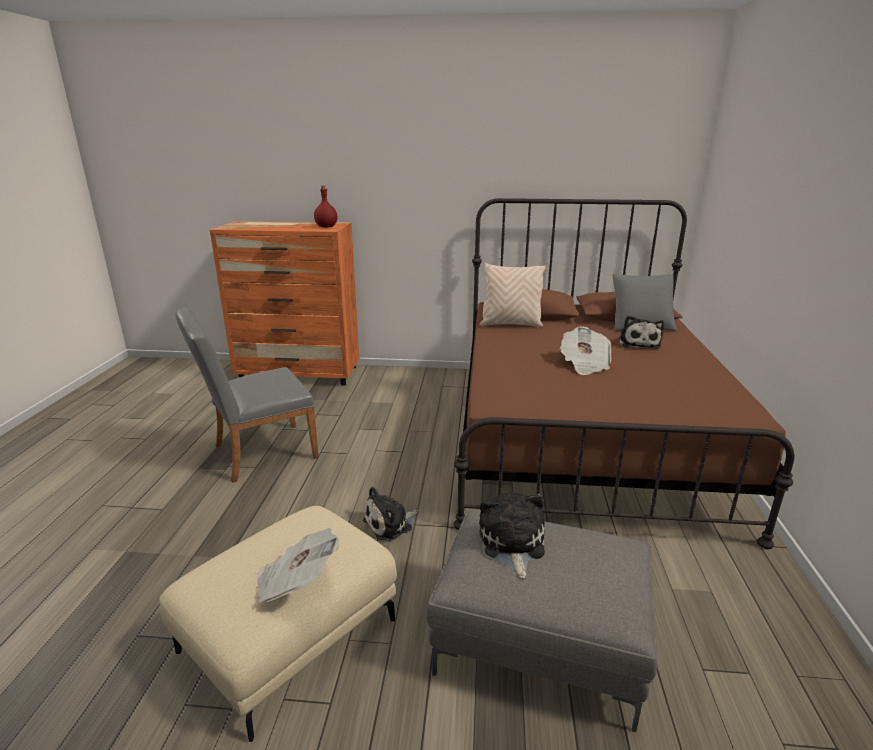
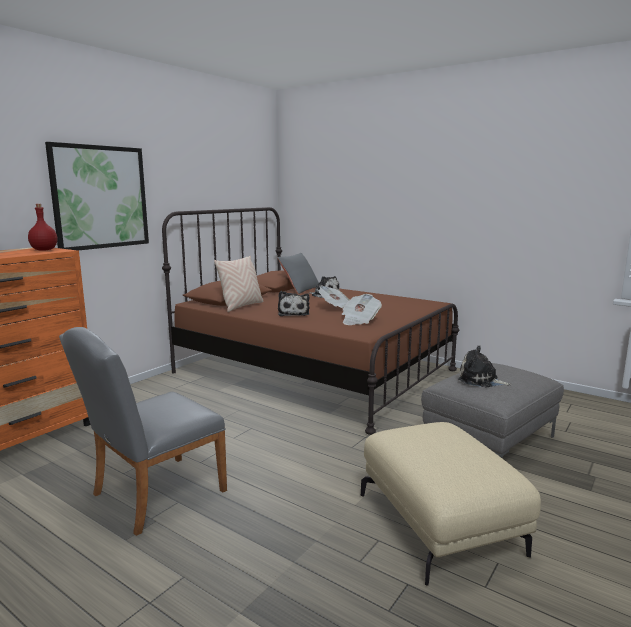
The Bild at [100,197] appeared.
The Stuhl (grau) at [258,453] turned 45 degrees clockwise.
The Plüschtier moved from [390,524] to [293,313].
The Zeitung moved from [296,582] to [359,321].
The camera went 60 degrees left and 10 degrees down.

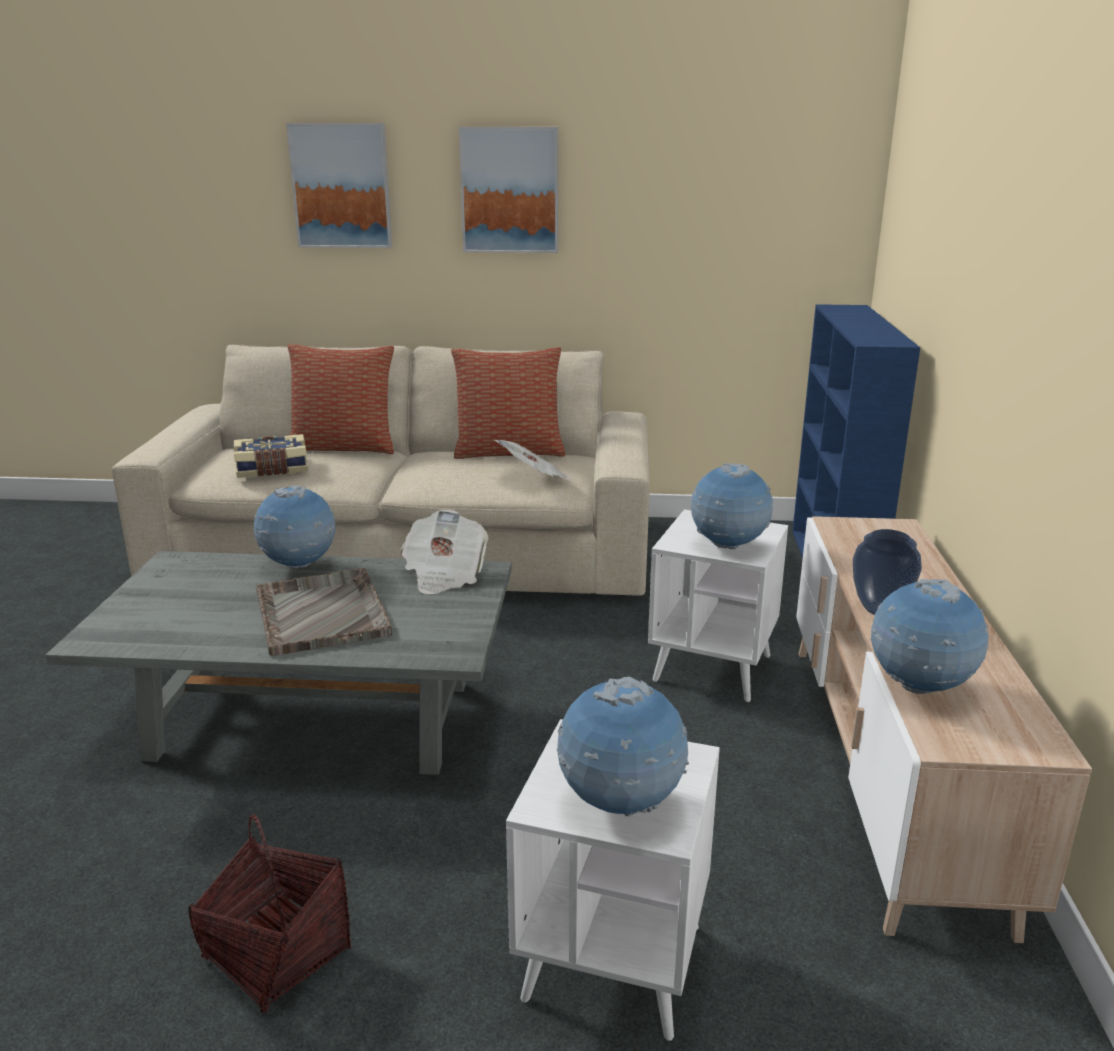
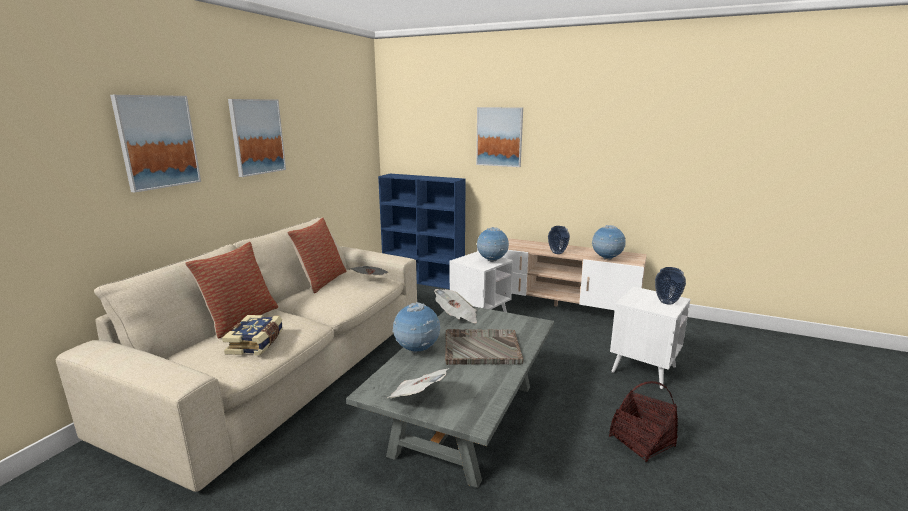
The Zeitung at [418,397] appeared.
The Bild at [499,137] appeared.
The Globus at [620,805] was replaced by the Vase at [666,302].
The camera went 70 degrees left and 5 degrees down.

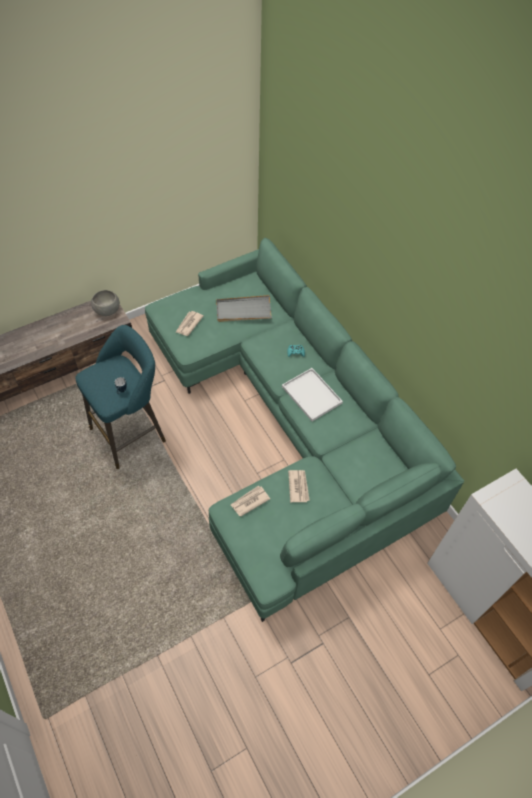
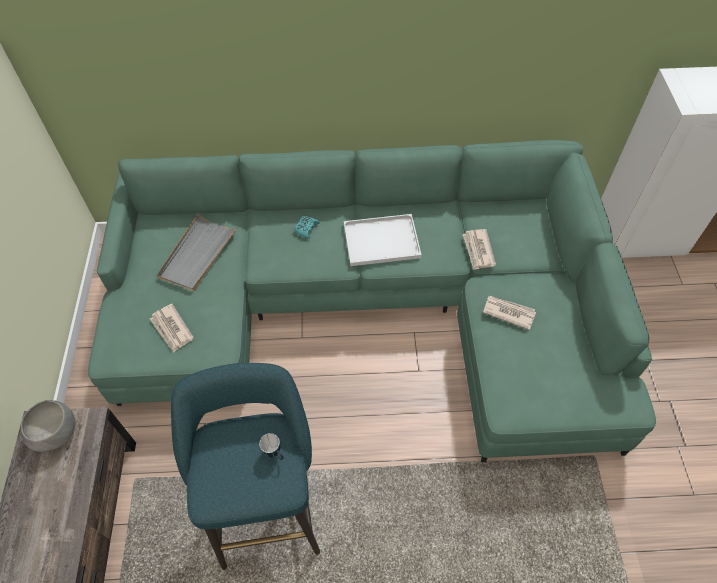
The Zeitung moved from [249,501] to [478,250].
The camera went 60 degrees left and 0 degrees up.

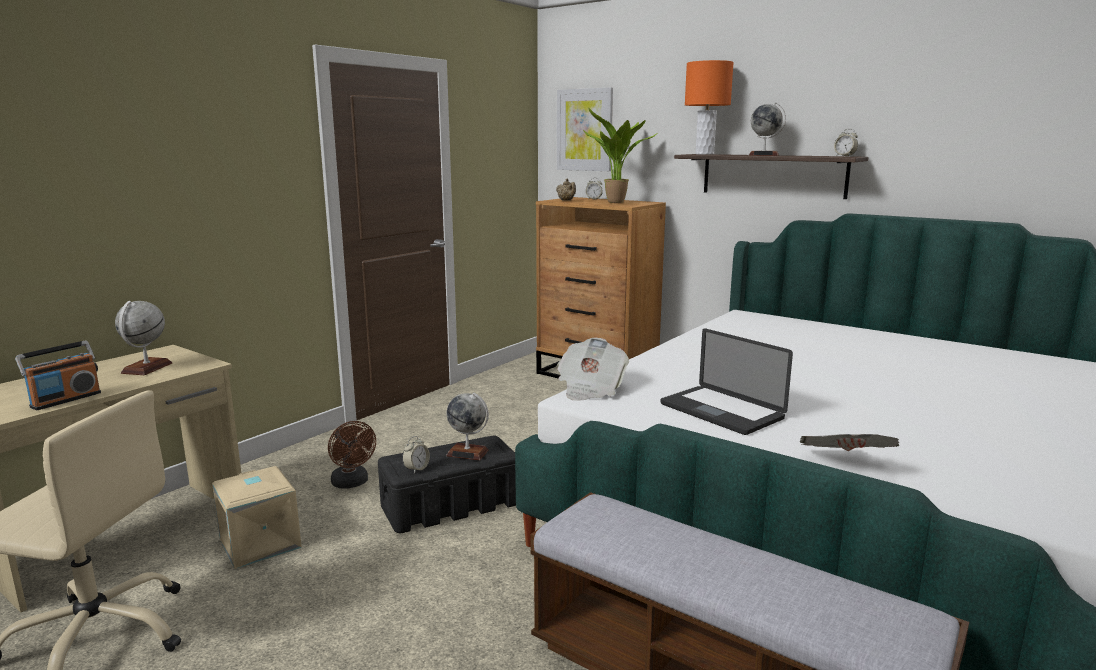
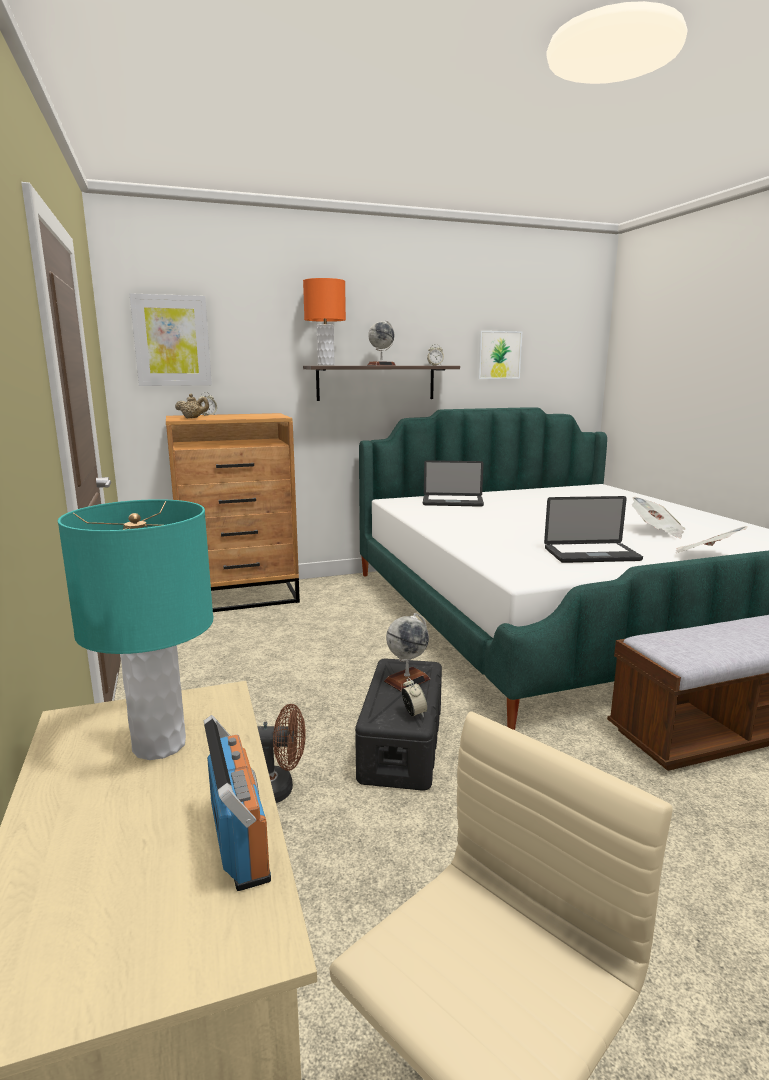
The Globus at [147,368] was replaced by the Tischlampe (türkis) at [159,745].
The Laptop at [452,502] appeared.
The Bild at [499,355] appeared.
The Zeitung moved from [590,388] to [657,531].
The Aufbewahrungsbox (beige) at [258,543] disappeared.
The Topfpflanze at [616,202] disappeared.
The camera went 55 degrees left and 0 degrees up.

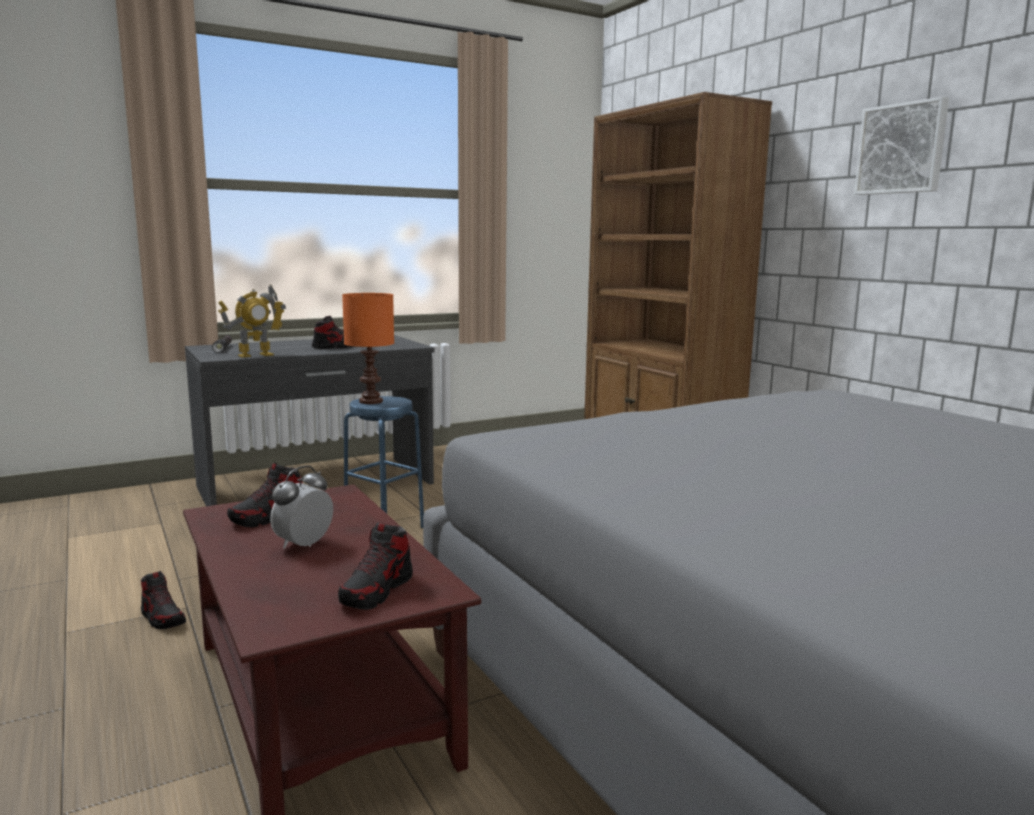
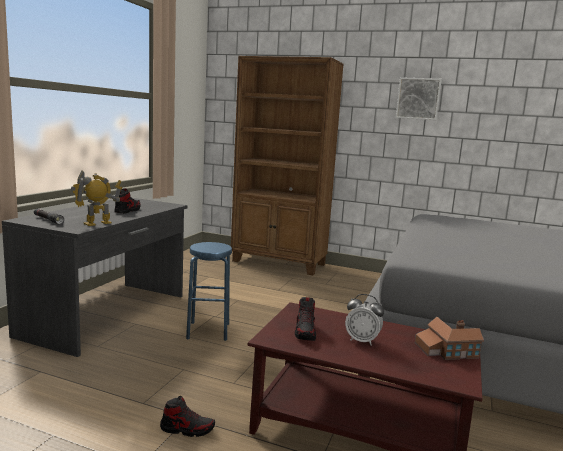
The Spielzeugroboter at [255,355] turned 150 degrees counterclockwise.
The Wecker at [304,545] turned 60 degrees counterclockwise.
The Schuh at [377,591] was replaced by the Spielzeughaus at [446,351].
The Tischlampe (orange) at [372,401] disappeared.
The camera went 40 degrees left and 0 degrees up.

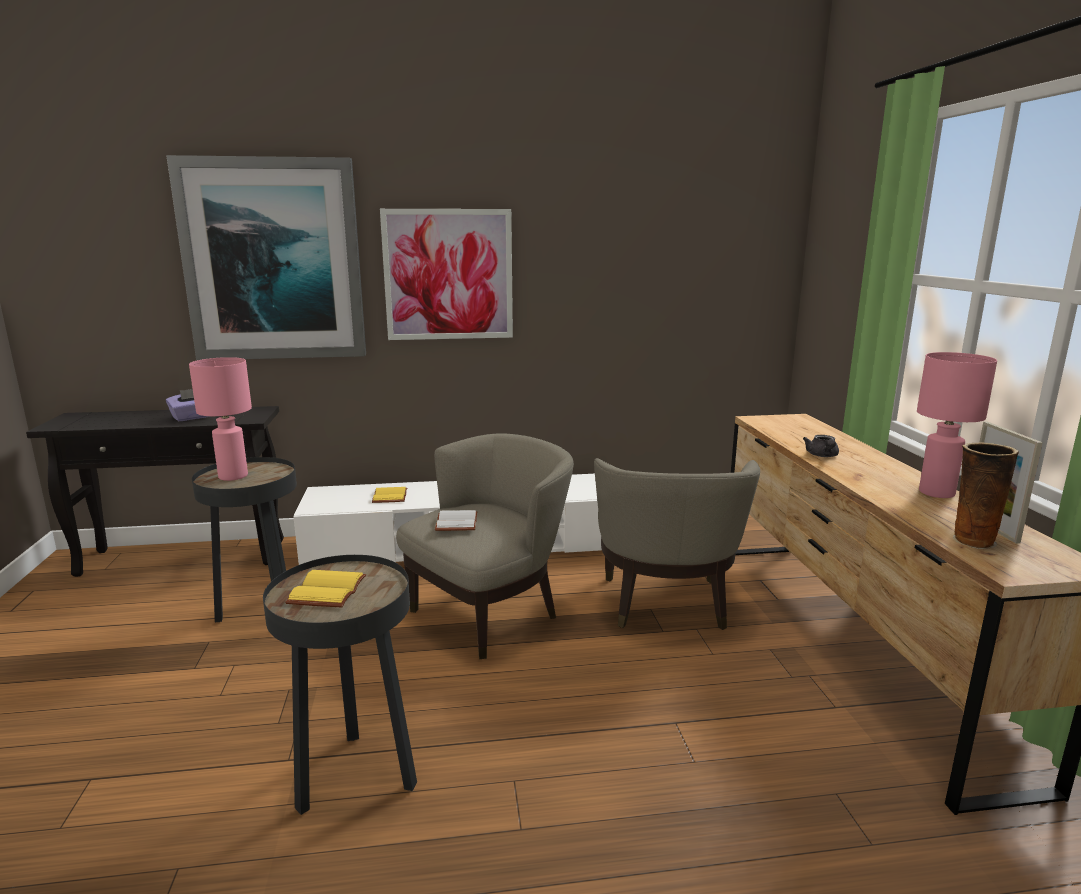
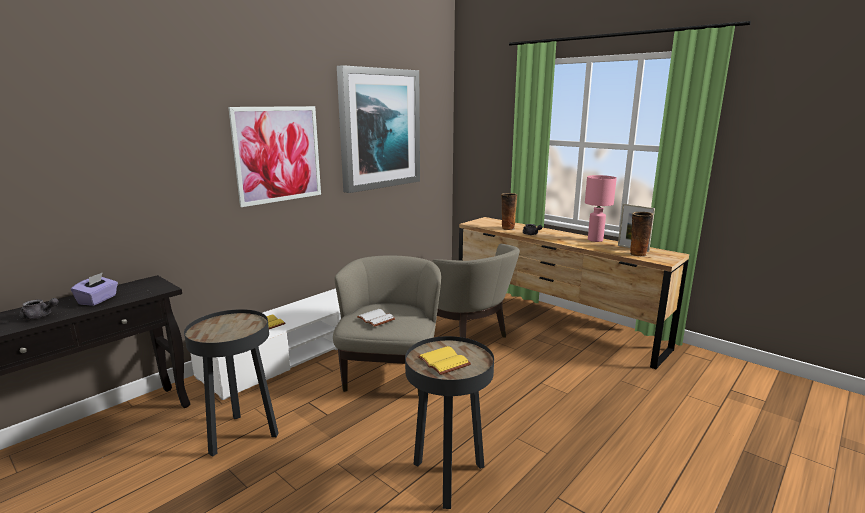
The Teekanne (grau) at [39,316] appeared.
The Bild moved from [274,260] to [379,129].
The Vase at [507,228] appeared.
The Tischlampe (rosa) at [233,476] disappeared.
The camera went 40 degrees left and 0 degrees up.

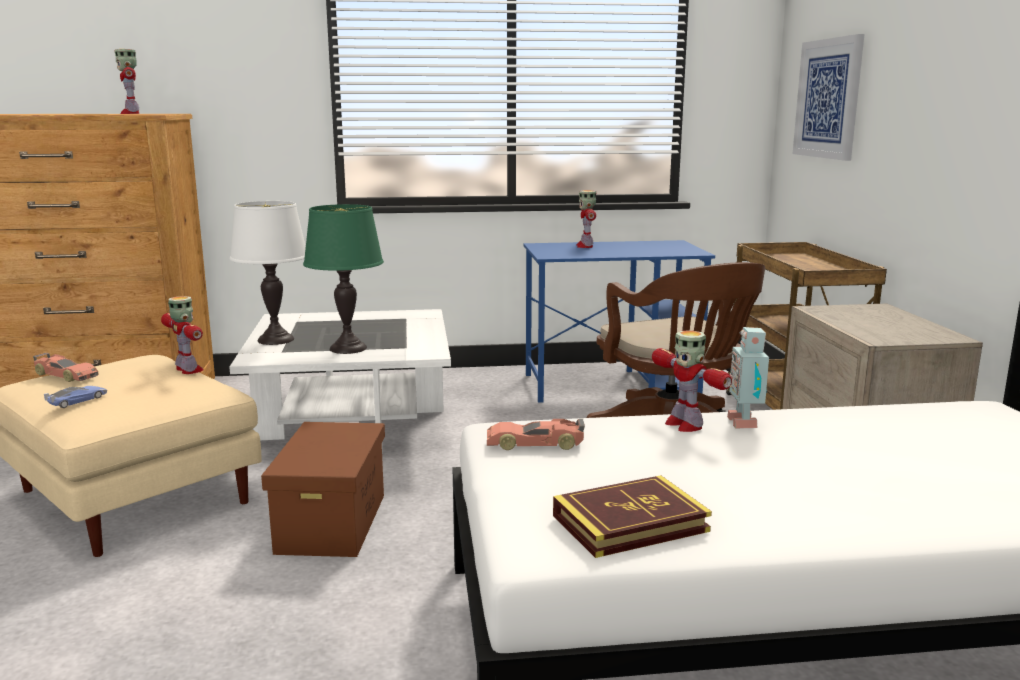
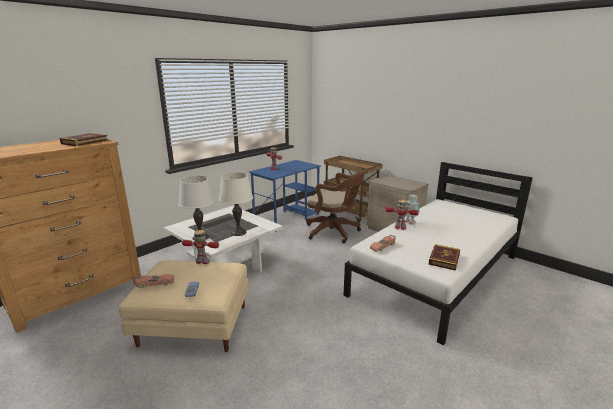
The Spielzeugroboter at [131,113] was replaced by the Buch at [85,142].
The Tischlampe (grün) at [348,348] became the Tischlampe (weiß) at [238,232].
The Aufbewahrungsbox (braun) at [331,522] disappeared.
The Bild at [828,98] disappeared.
The camera went 40 degrees left and 5 degrees up.

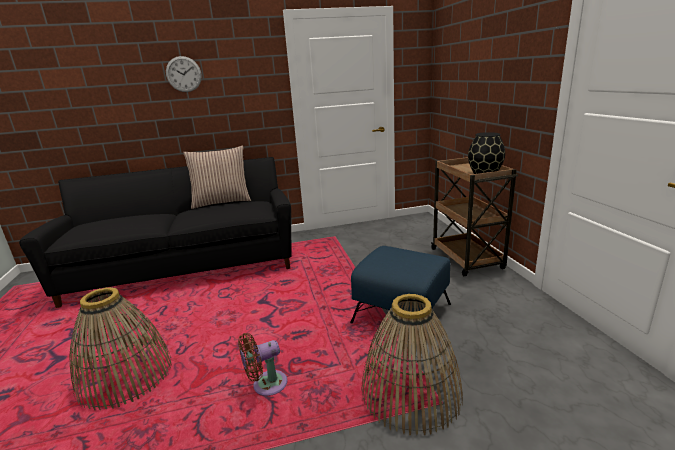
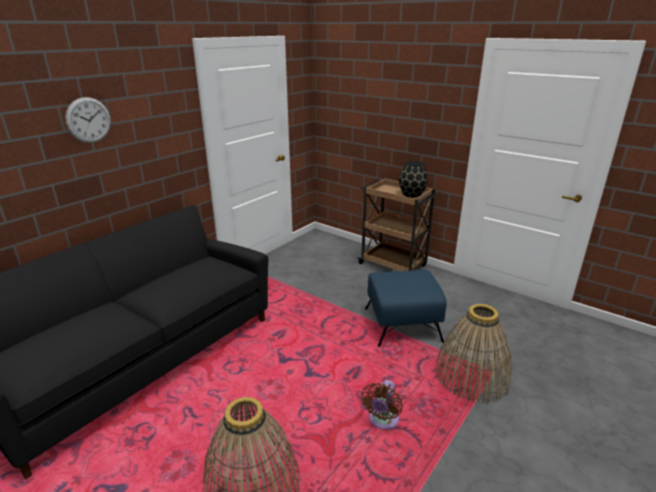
The Kissen at [222,202] disappeared.
The camera went 40 degrees left and 5 degrees up.

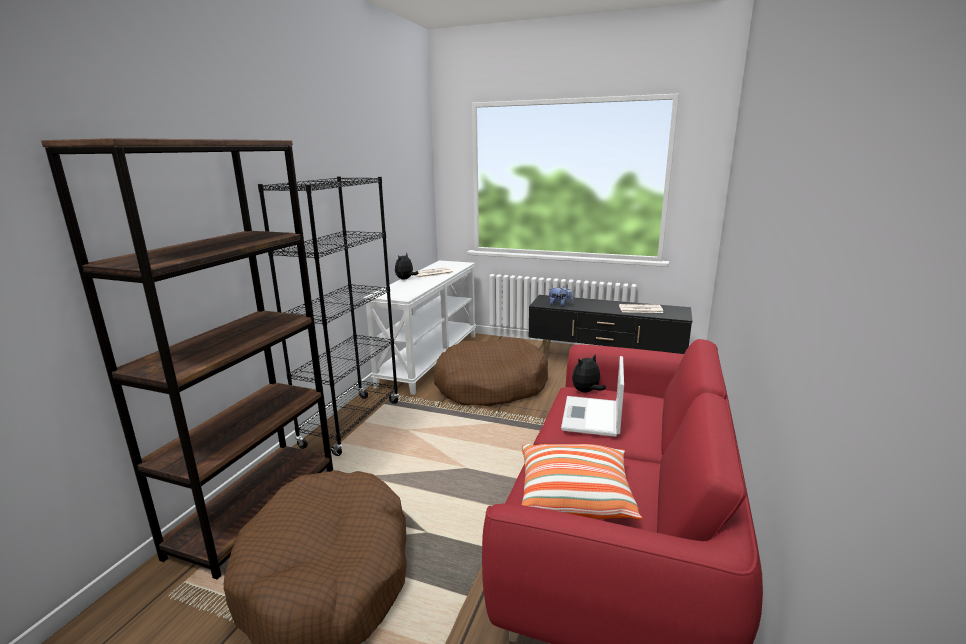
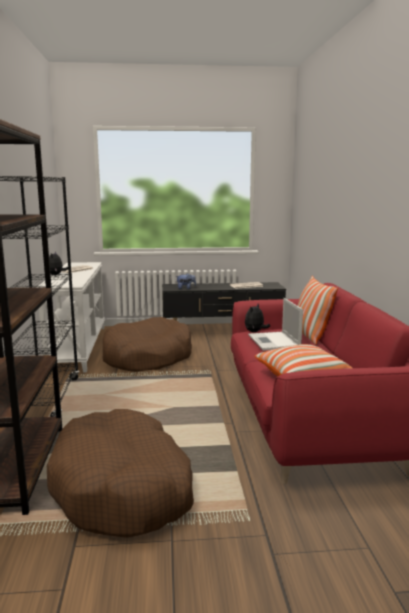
The Kissen at [310,336] appeared.
The camera went 25 degrees left and 5 degrees down.

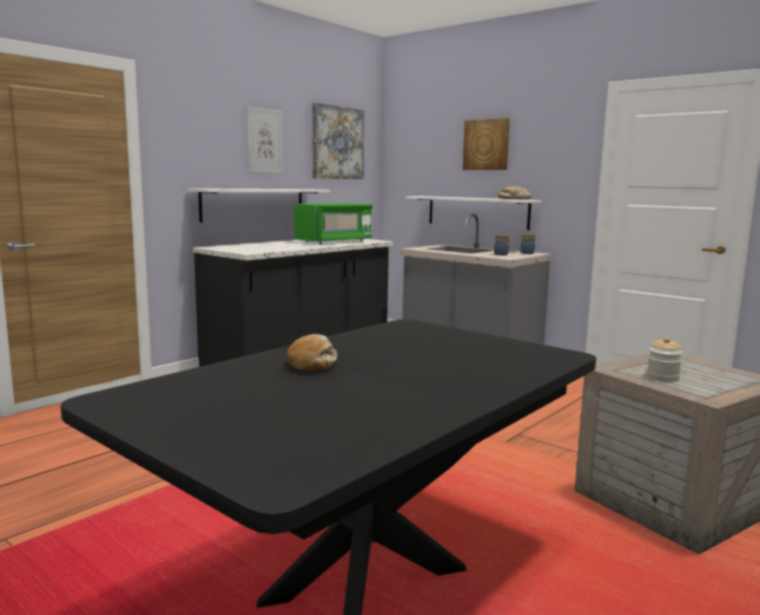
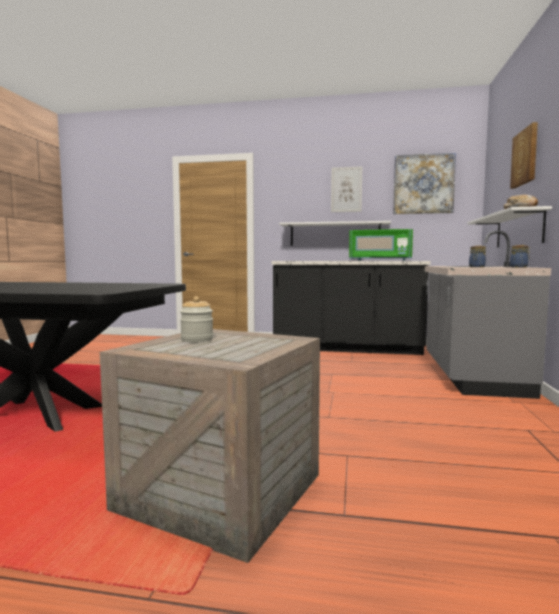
The Brot at [312,363] disappeared.
The camera went 60 degrees right and 5 degrees down.

